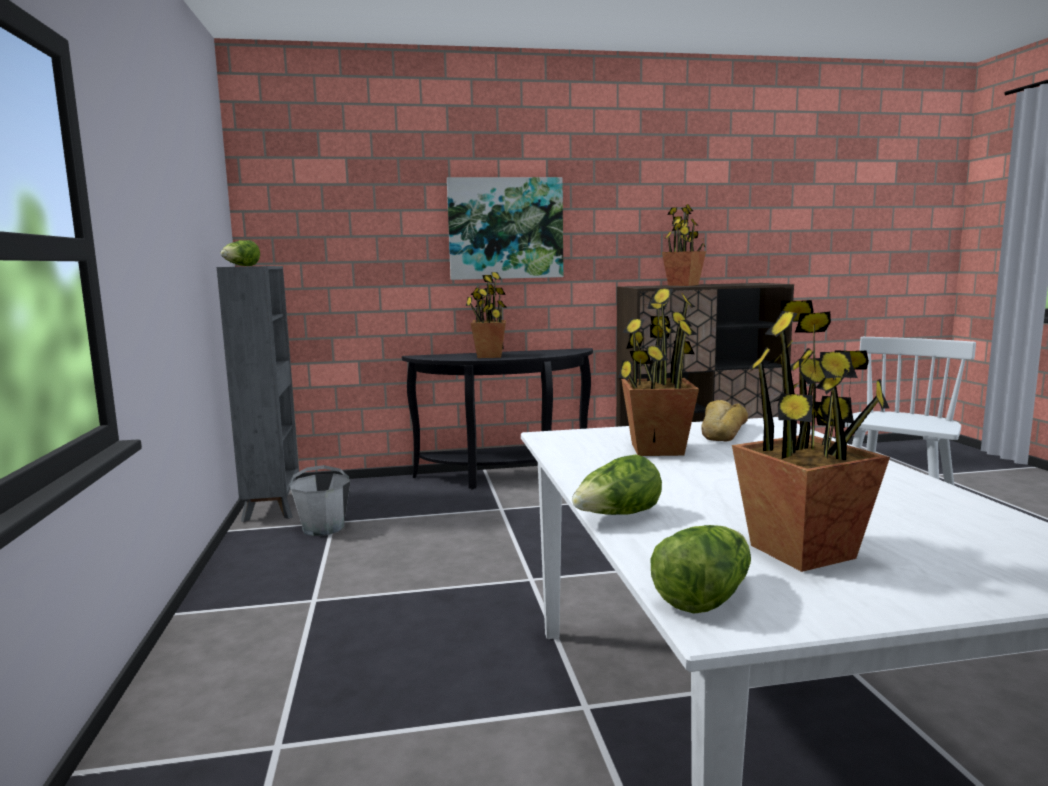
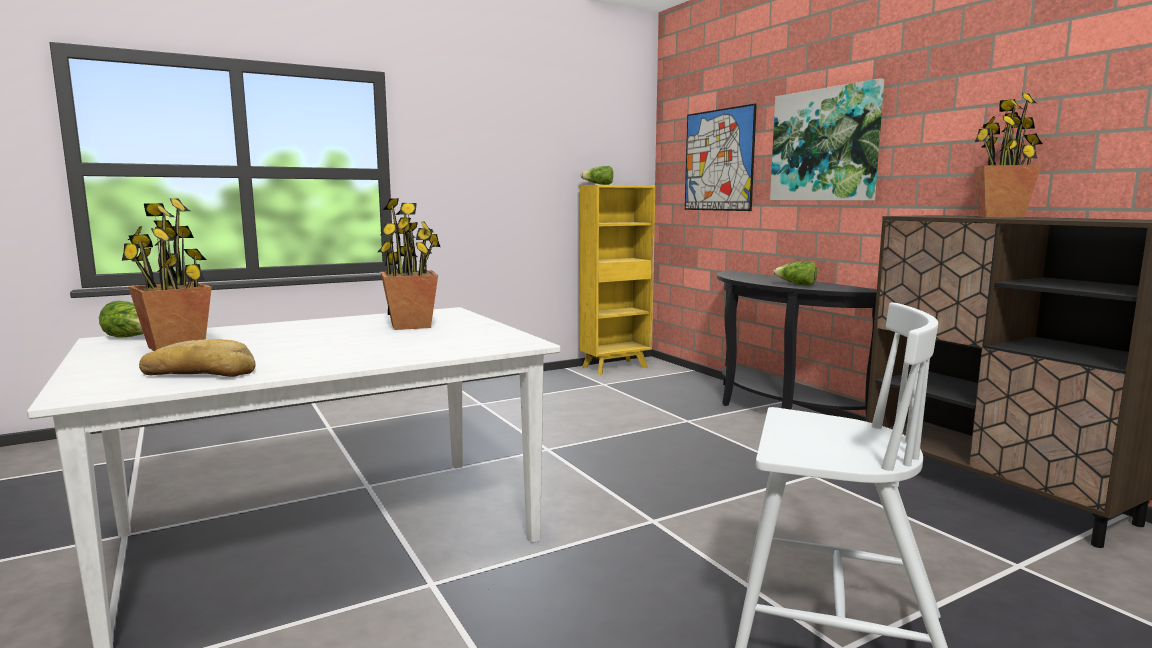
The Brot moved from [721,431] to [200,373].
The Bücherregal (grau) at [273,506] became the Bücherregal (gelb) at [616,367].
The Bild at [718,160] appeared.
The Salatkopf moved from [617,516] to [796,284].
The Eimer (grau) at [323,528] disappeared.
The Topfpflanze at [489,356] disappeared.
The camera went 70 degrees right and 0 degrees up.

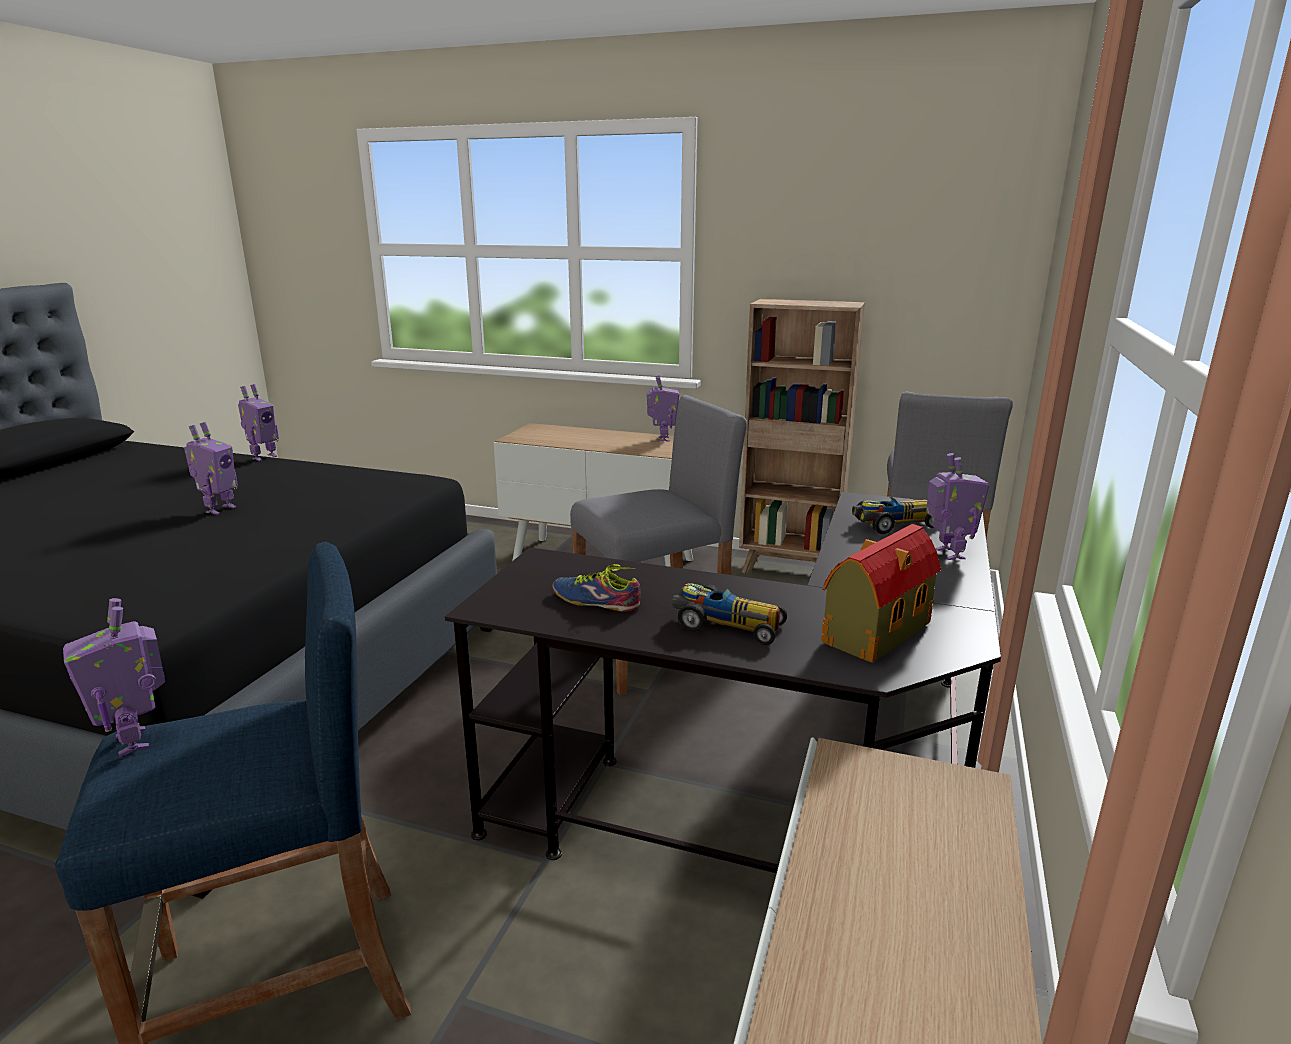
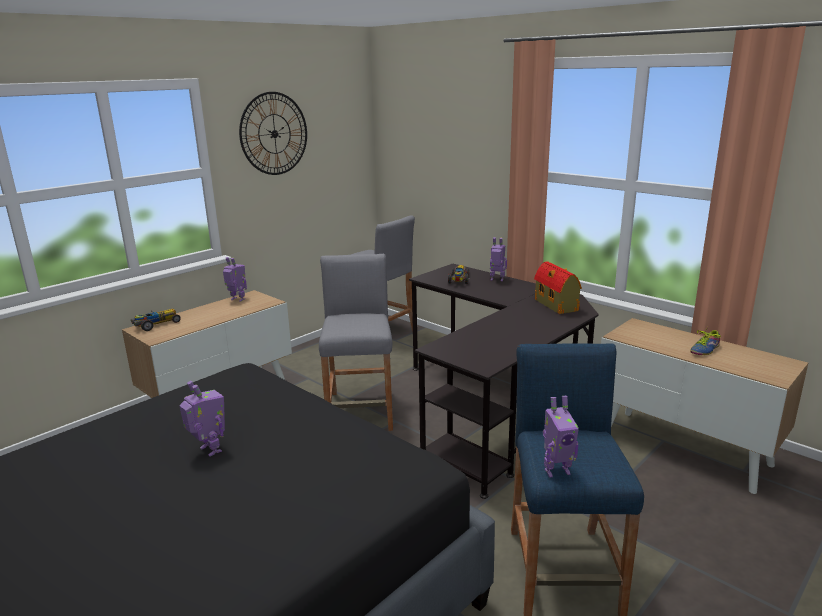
The Spielzeugauto moved from [726,625] to [155,325].
The Wanduhr at [274,134] appeared.
The Schuh moved from [597,599] to [703,349].
The Spielzeugroboter at [263,457] disappeared.
The Bücherregal (braun) at [790,569] disappeared.
The camera went 65 degrees left and 0 degrees up.

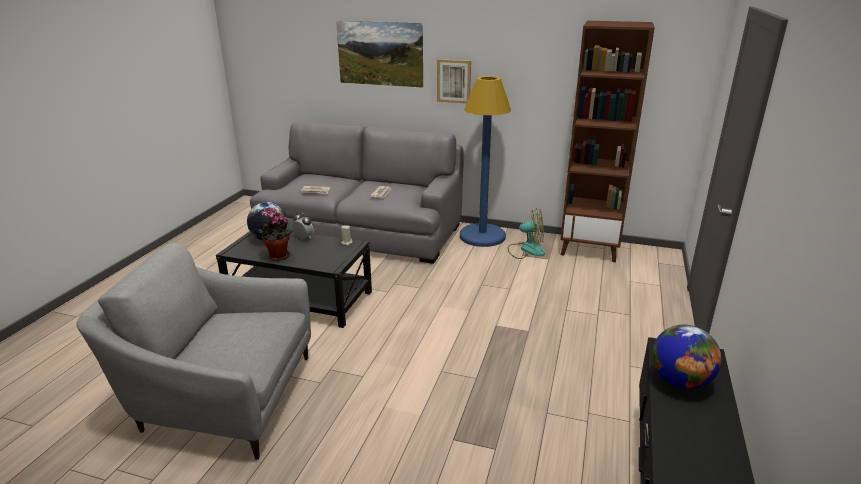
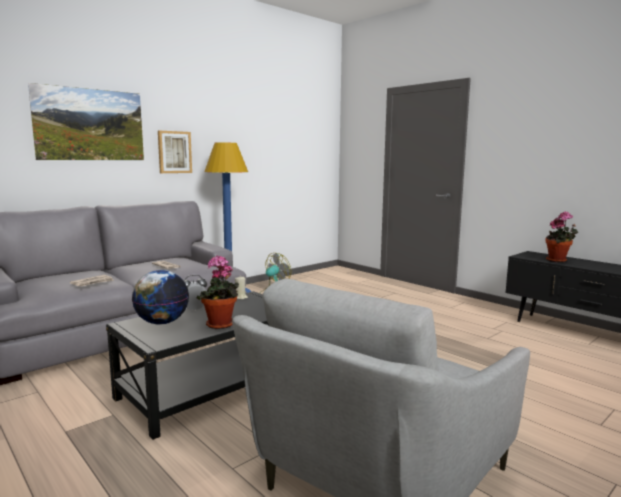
The Globus at [680,381] was replaced by the Topfpflanze at [558,260].
The Bücherregal (braun) at [589,249] disappeared.
The camera went 60 degrees left and 15 degrees down.

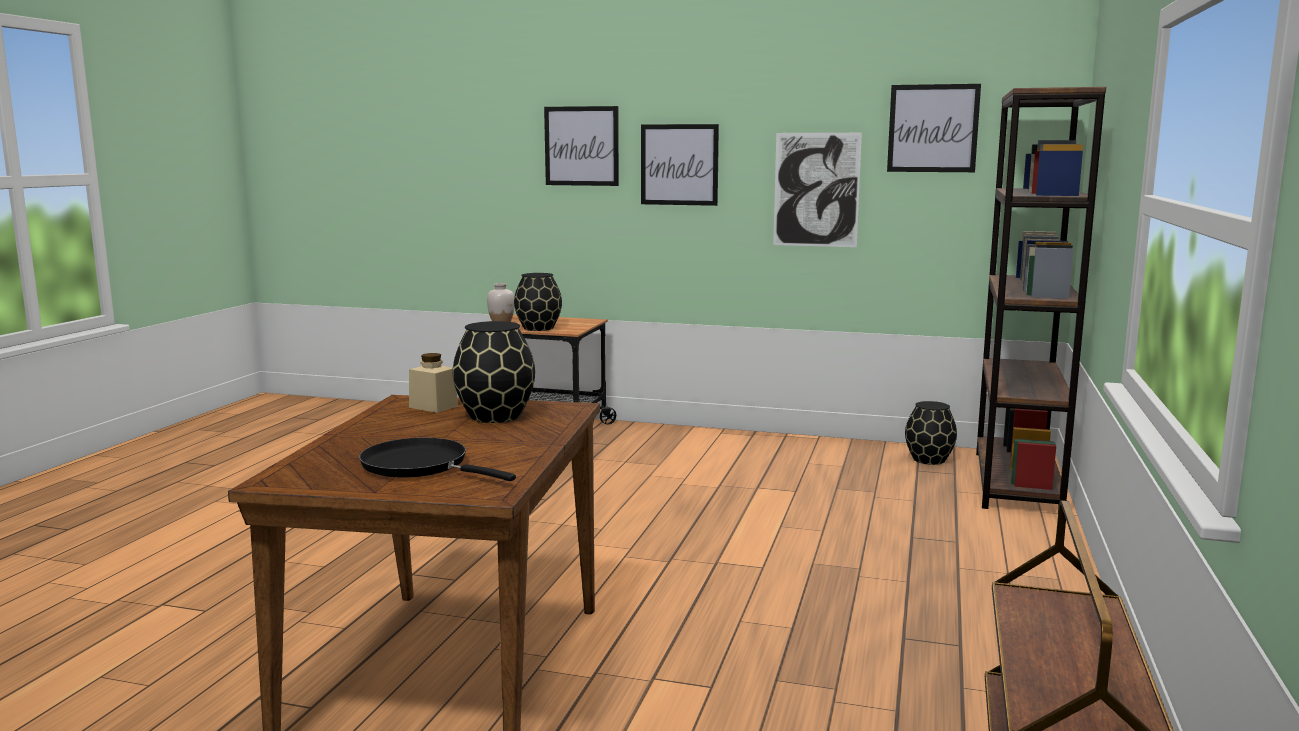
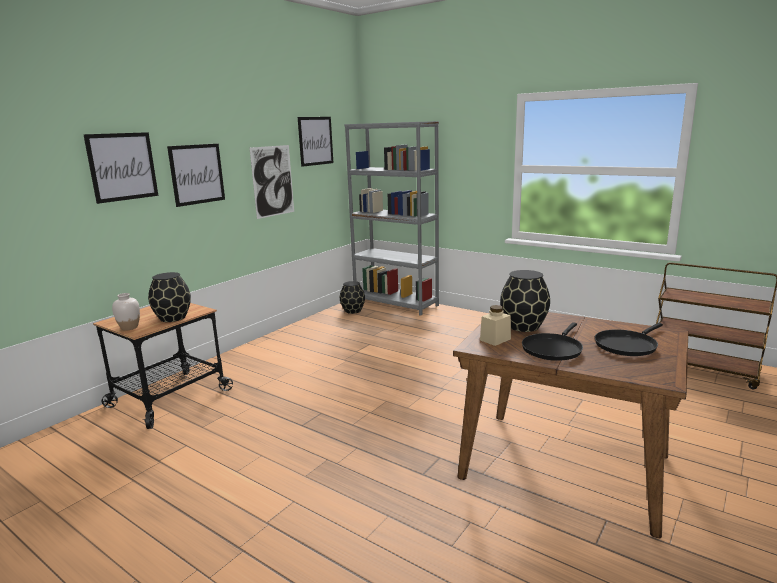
The Bücherregal (braun) at [1016,482] became the Bücherregal (grau) at [396,303].
The Pfanne (schwarz) at [553,349] appeared.
The camera went 70 degrees left and 5 degrees up.

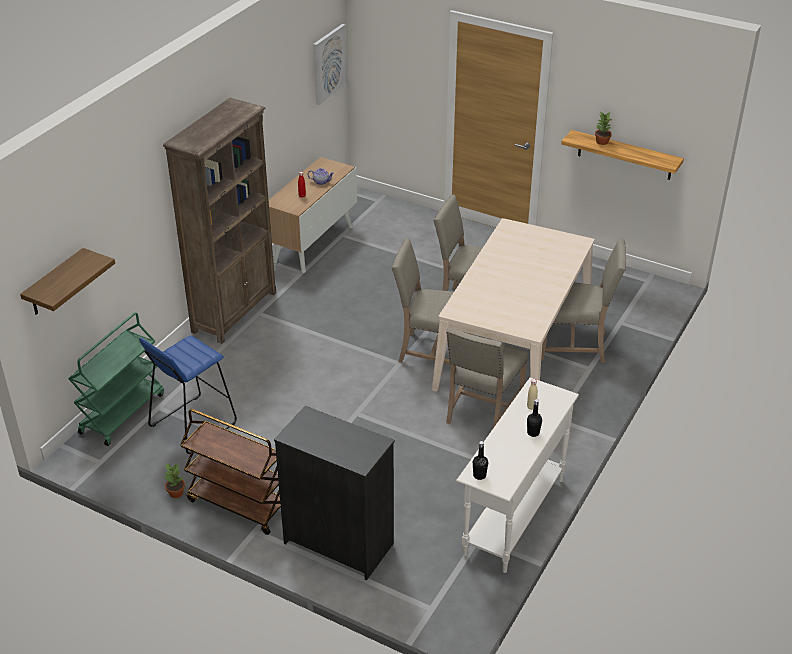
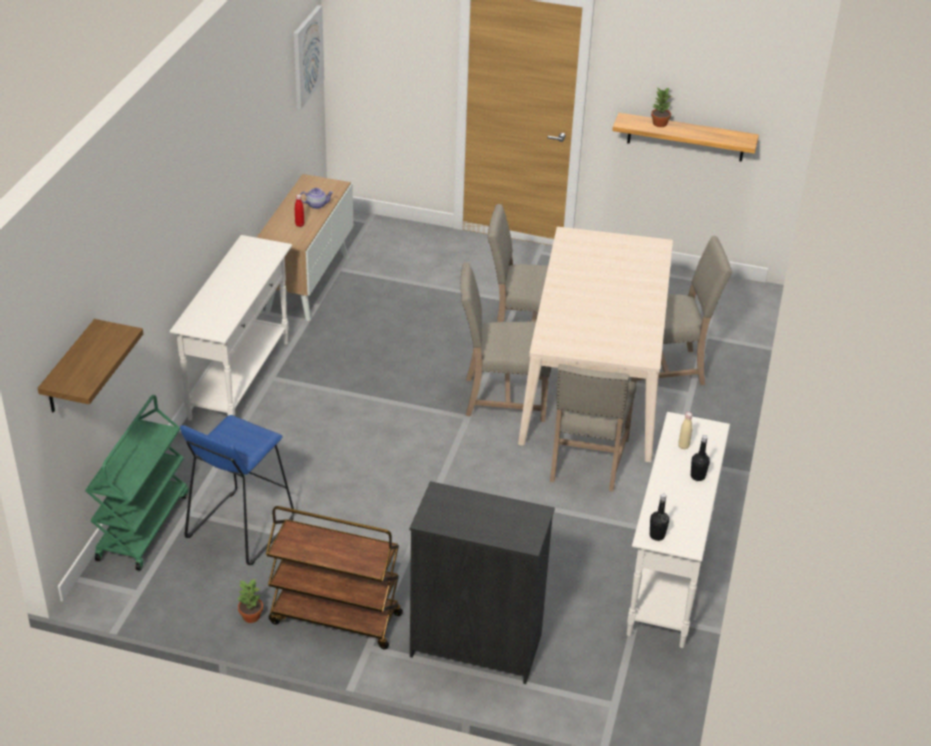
The Bücherregal (braun) at [235,311] was replaced by the Konsolentisch (weiß) at [240,379].
The camera went 15 degrees left and 0 degrees up.

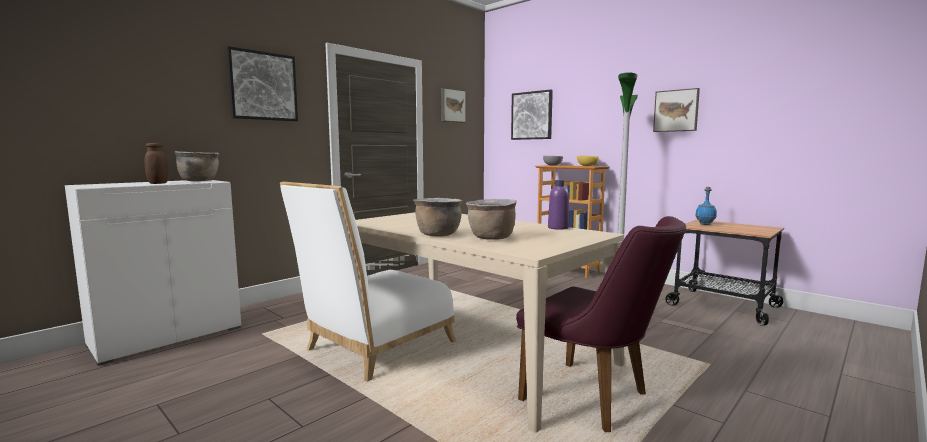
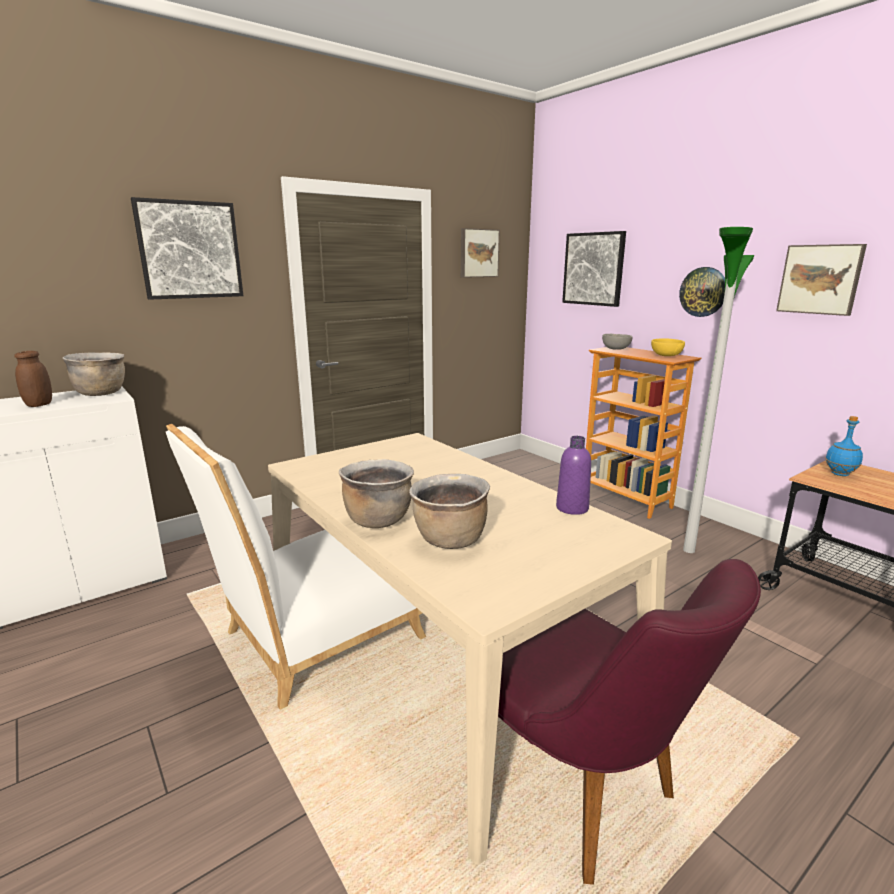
The Wanduhr at [703,292] appeared.
The camera went 10 degrees right and 10 degrees up.

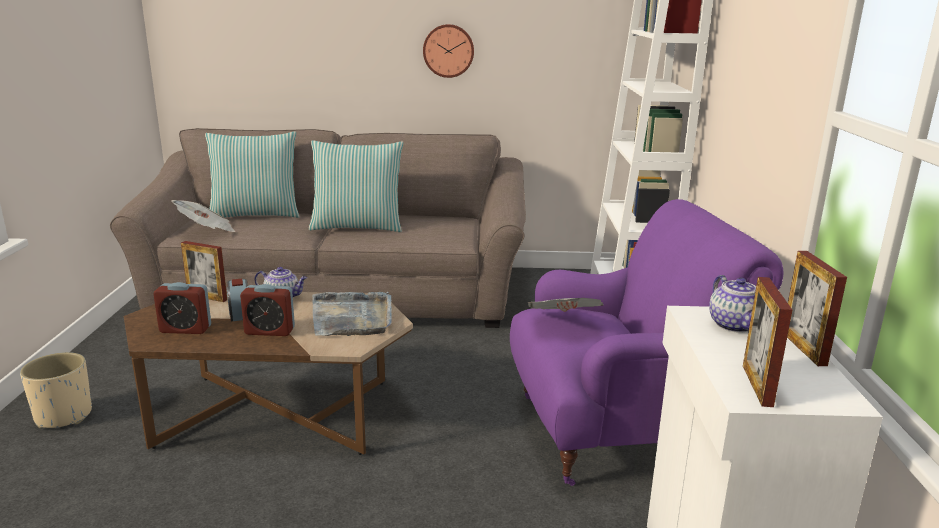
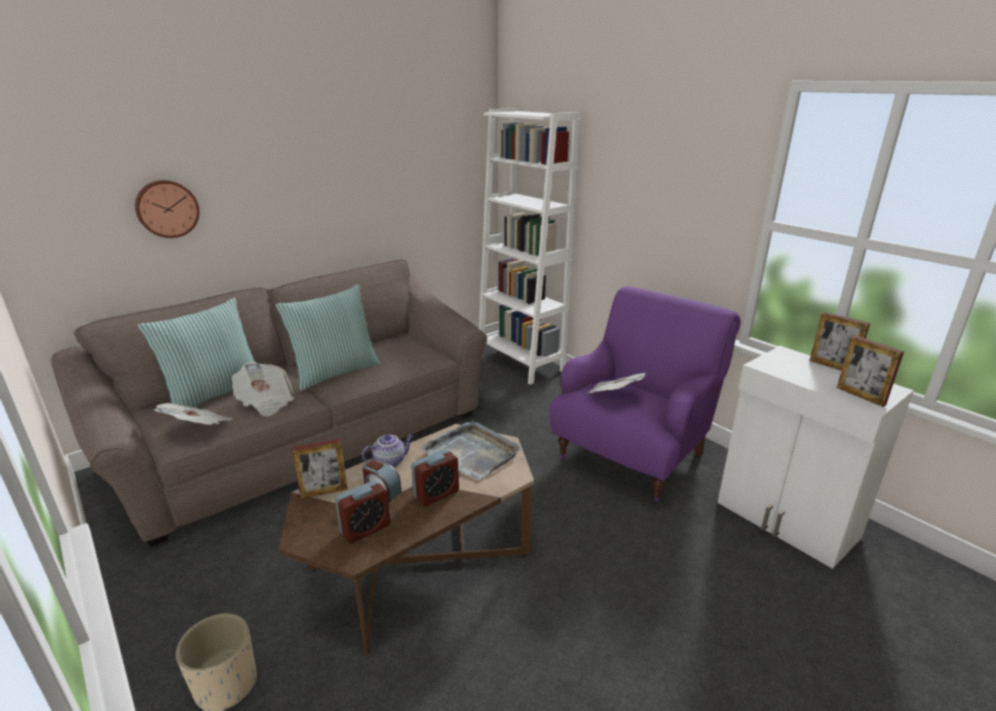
The Wanduhr moved from [448,51] to [167,208].
The Zeitung at [265,402] appeared.
The Teekanne at [735,326] disappeared.
The camera went 40 degrees left and 5 degrees up.

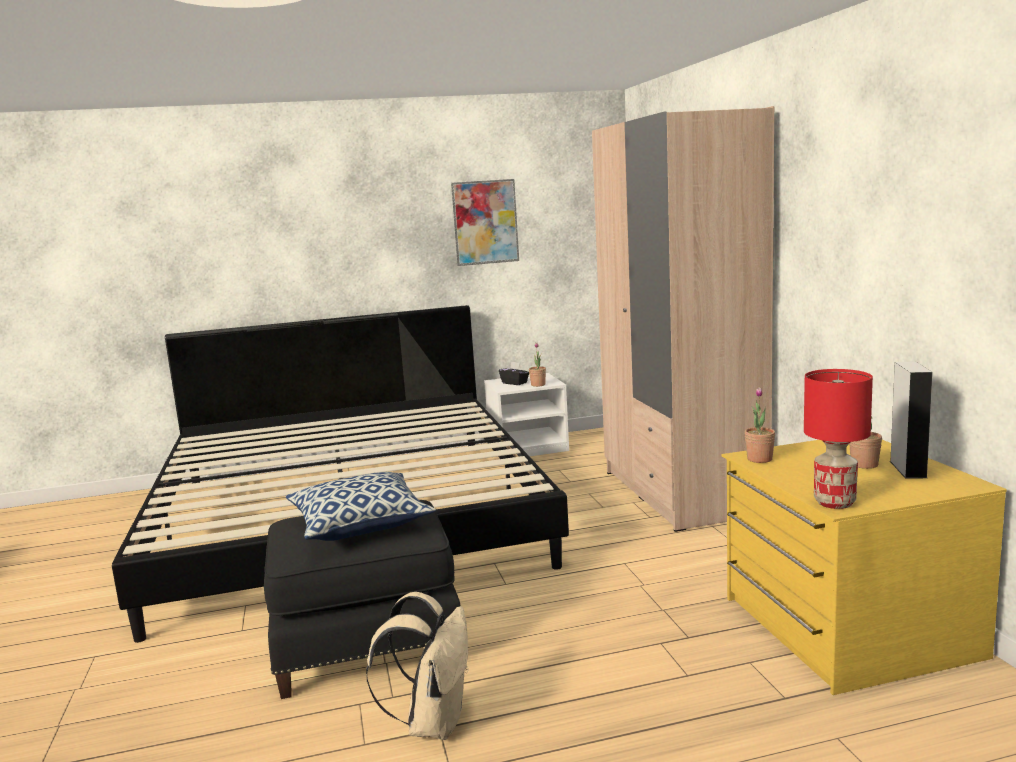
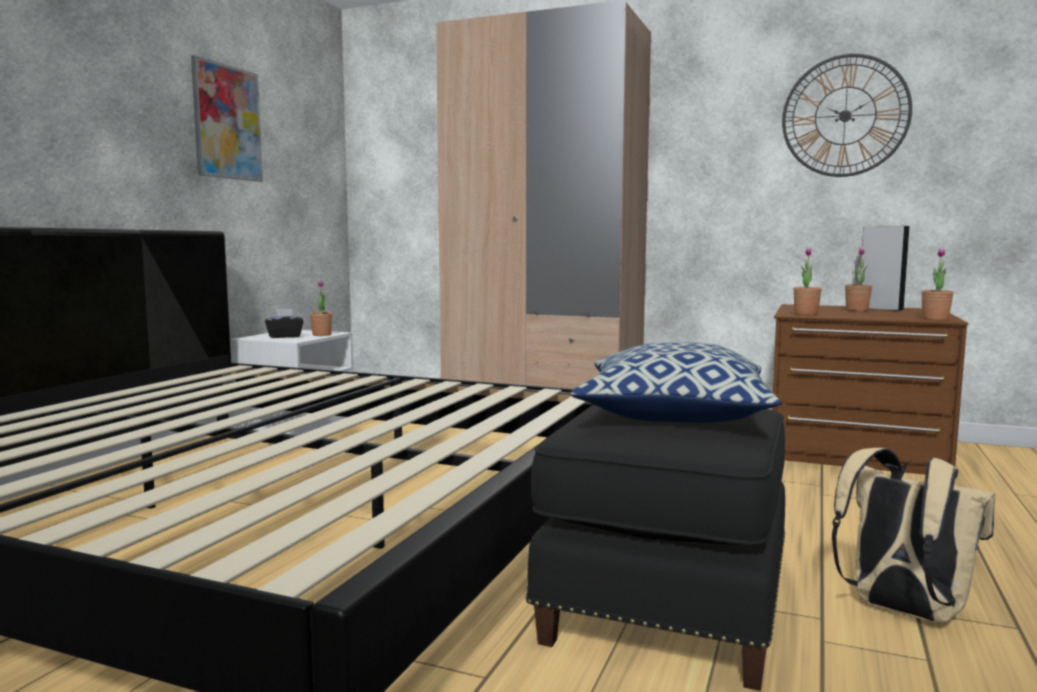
The Kommode (gelb) at [845,627] became the Kommode (braun) at [854,450].
The Wanduhr at [845,116] appeared.
The Tischlampe (rot) at [835,503] was replaced by the Topfpflanze at [935,319].
The camera went 55 degrees left and 5 degrees down.

